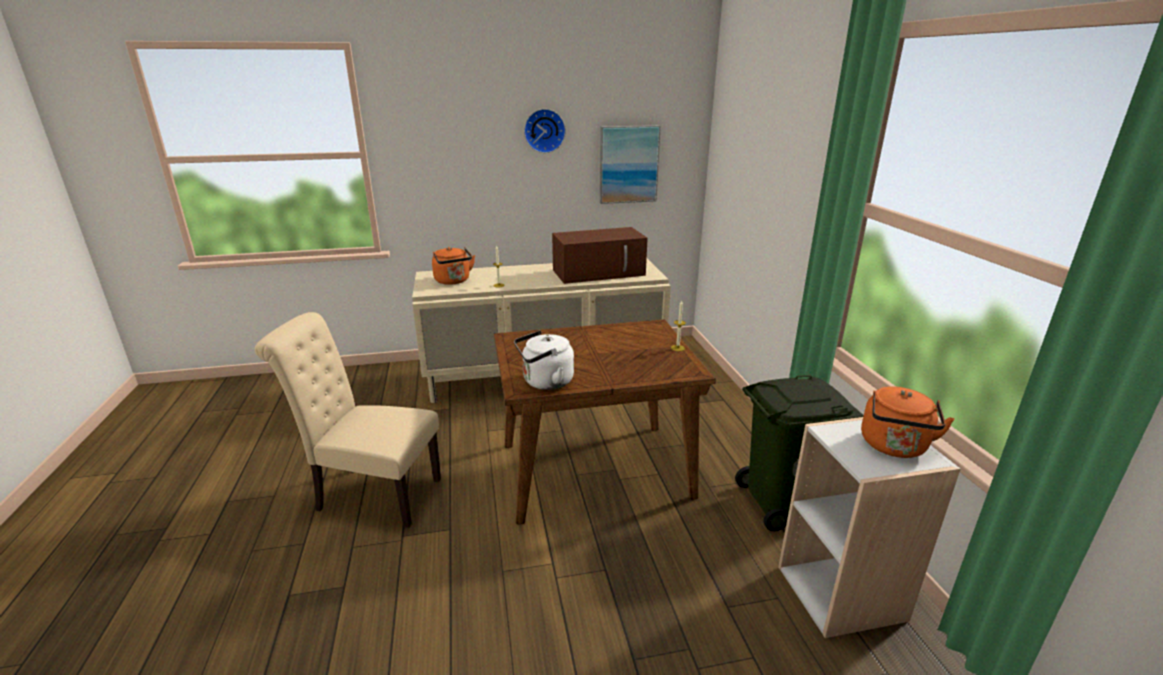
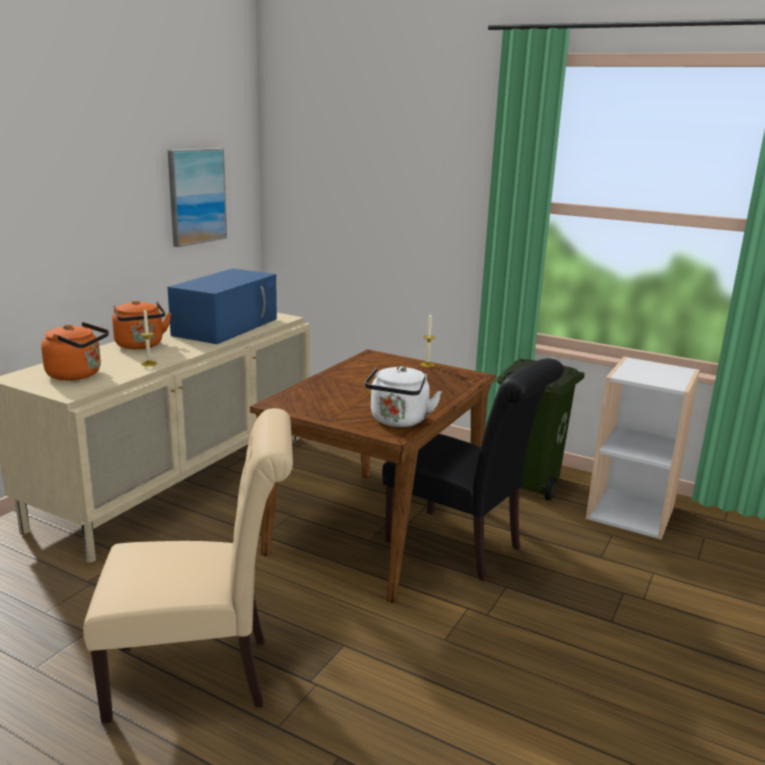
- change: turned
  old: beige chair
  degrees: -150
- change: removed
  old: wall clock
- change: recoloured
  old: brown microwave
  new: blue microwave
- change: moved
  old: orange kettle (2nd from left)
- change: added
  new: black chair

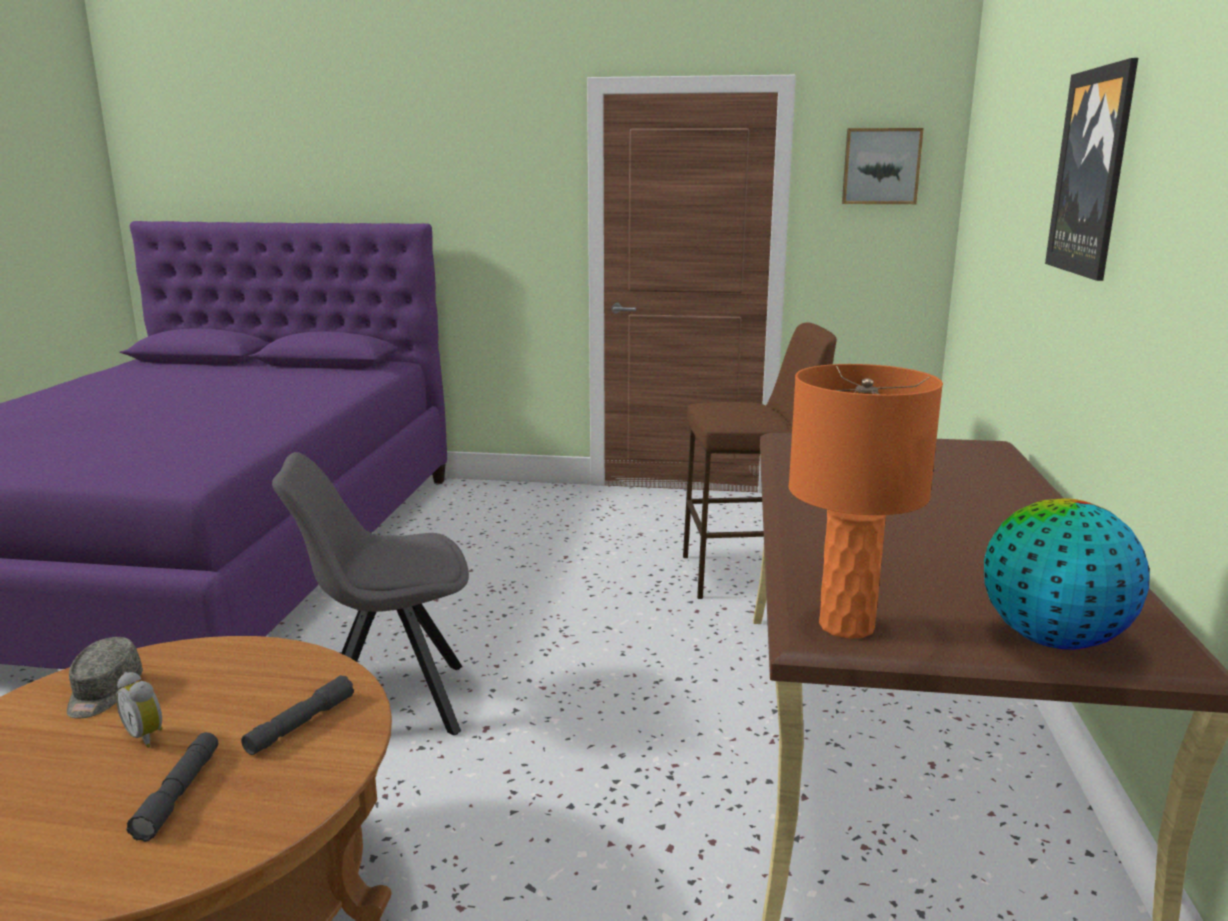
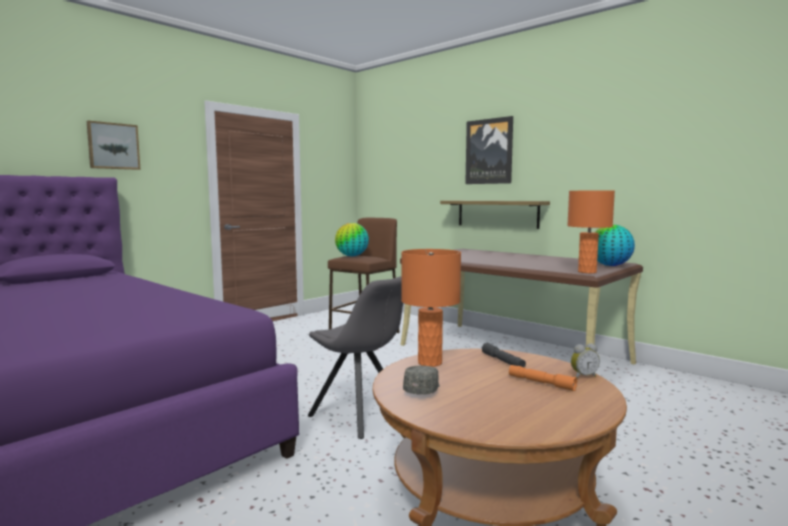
- change: turned
  old: grey cap
  degrees: -105
- change: moved
  old: alarm clock
- change: recoloured
  old: grey flashlight (1st from left)
  new: orange flashlight
- change: turned
  old: grey chair
  degrees: -75
- change: moved
  old: picture (1st from left)
- change: added
  new: globe (1st from left)
- change: added
  new: orange table lamp (1st from left)
- change: added
  new: shelf

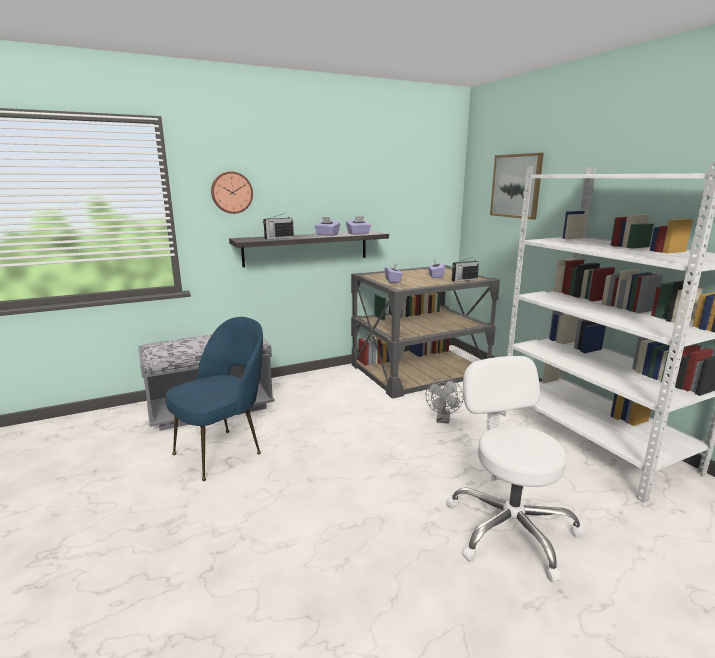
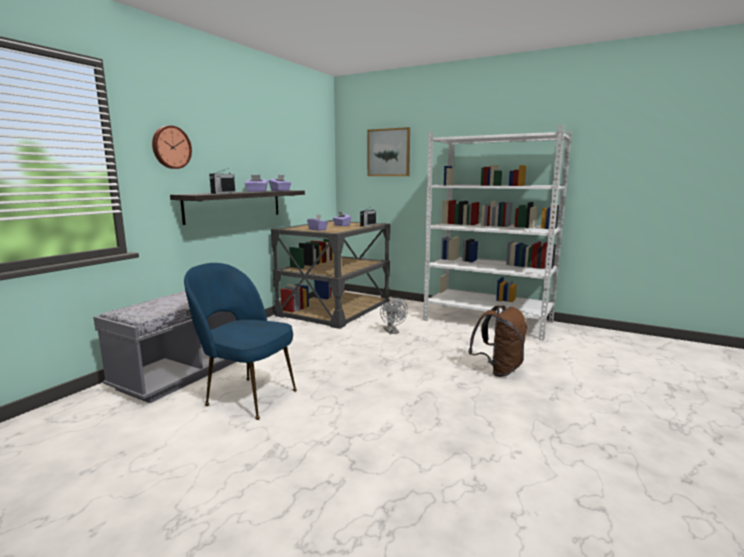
- change: turned
  old: blue chair
  degrees: -75
- change: replaced
  old: white office chair
  new: brown backpack

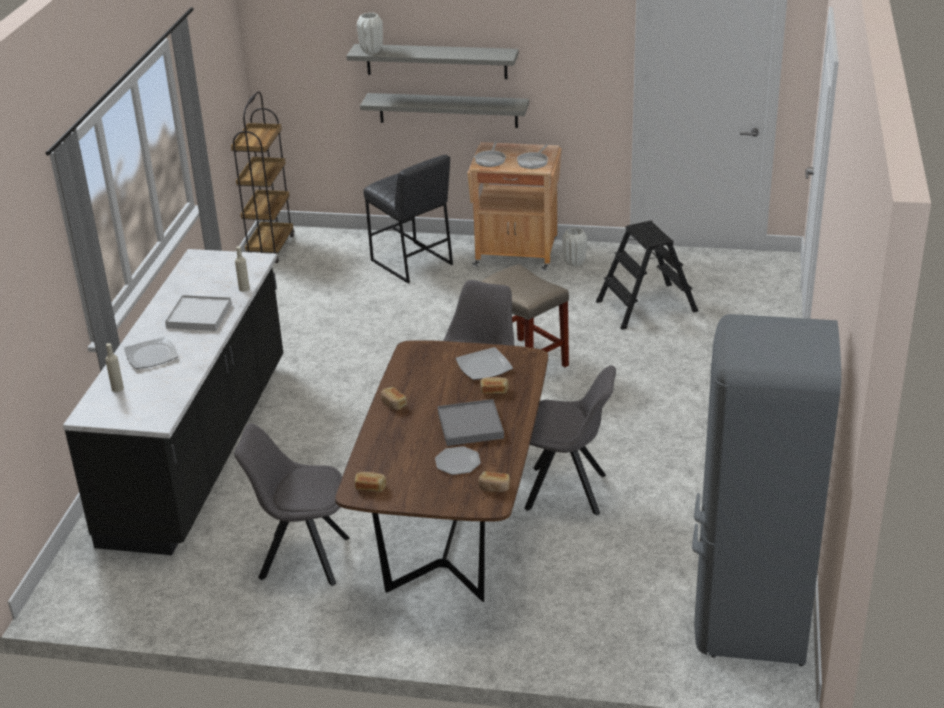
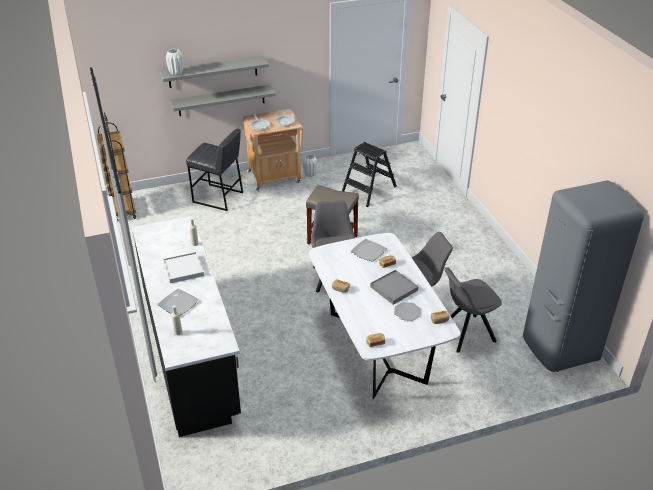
- change: moved
  old: grey chair (1st from left in the first image)
  new: grey chair (3rd from left)
- change: recoloured
  old: brown dining table
  new: white dining table

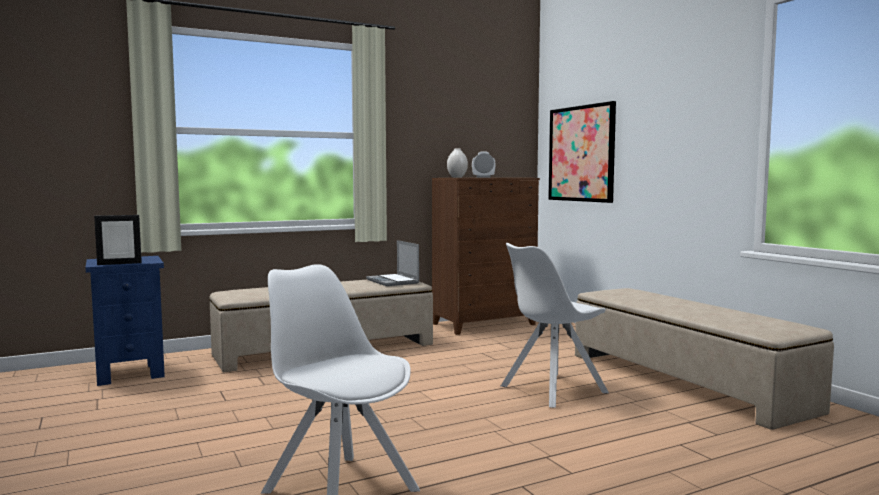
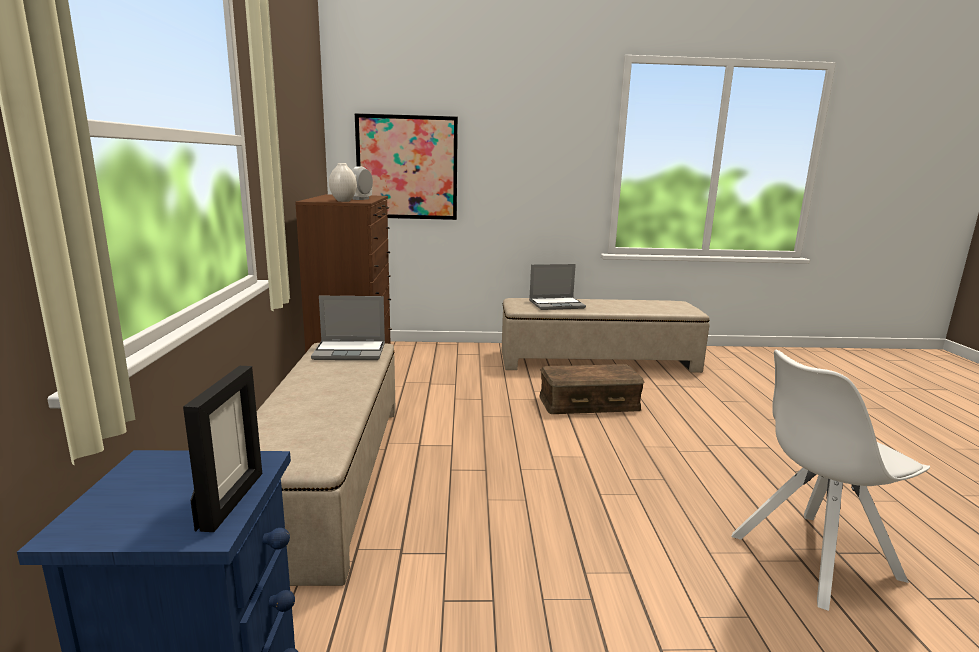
- change: replaced
  old: white chair (2nd from left)
  new: brown storage box
- change: added
  new: laptop (2nd from left)

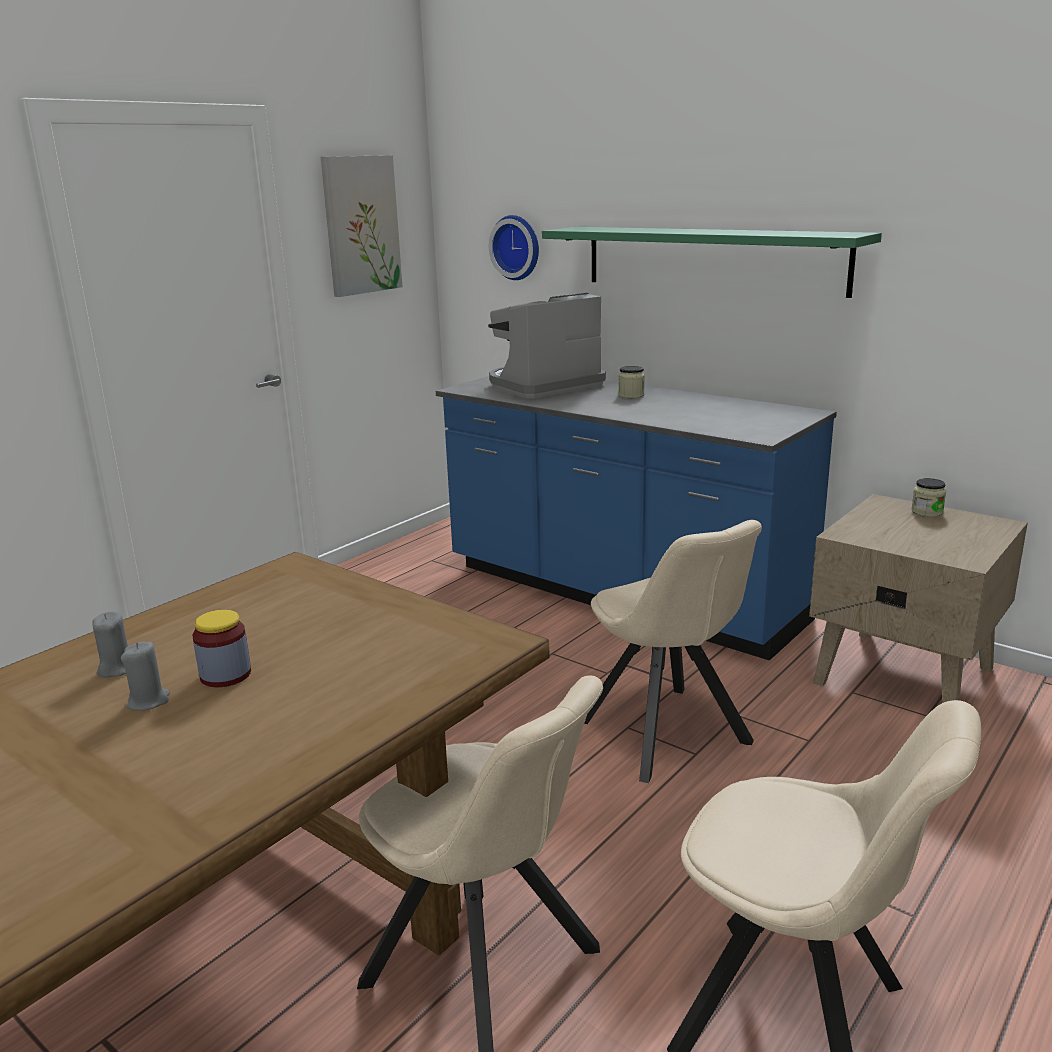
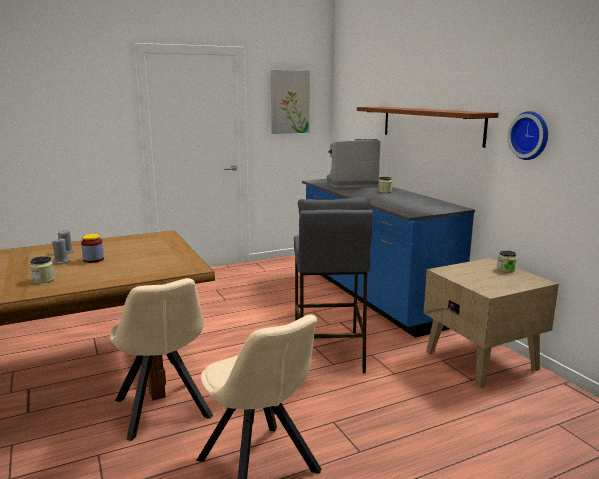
- change: moved
  old: wall clock
- change: recoloured
  old: green shelf
  new: brown shelf
- change: replaced
  old: beige chair (2nd from left)
  new: grey stool
- change: added
  new: jar (1st from left)

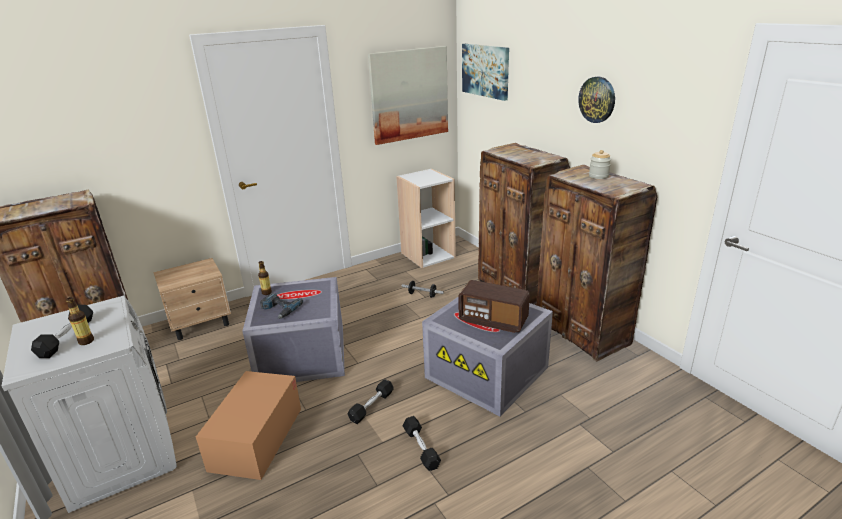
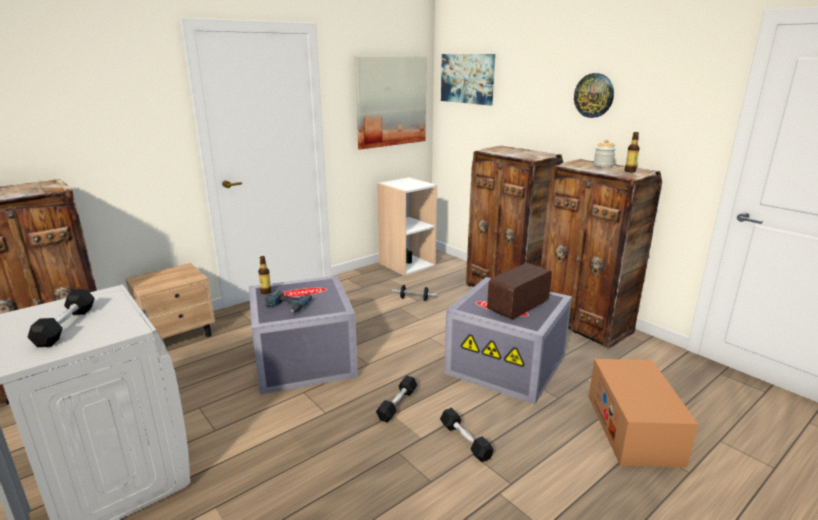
- change: moved
  old: bottle (1st from left in the first image)
  new: bottle (2nd from left)
- change: moved
  old: cardboard box
- change: turned
  old: radio
  degrees: 120

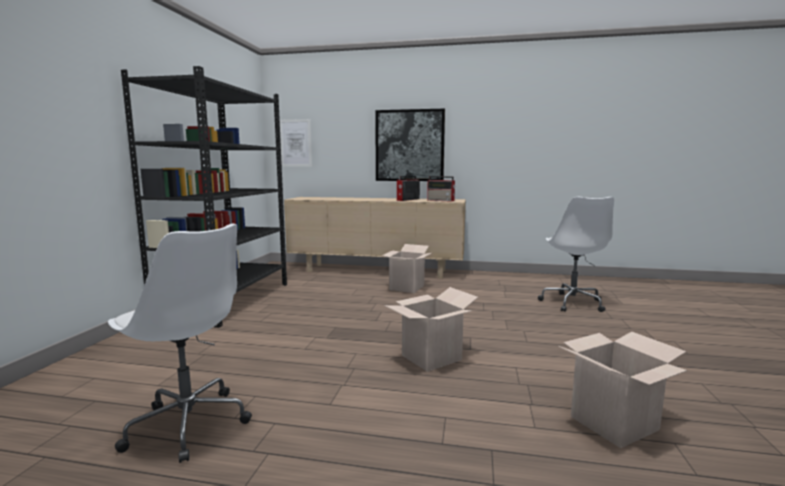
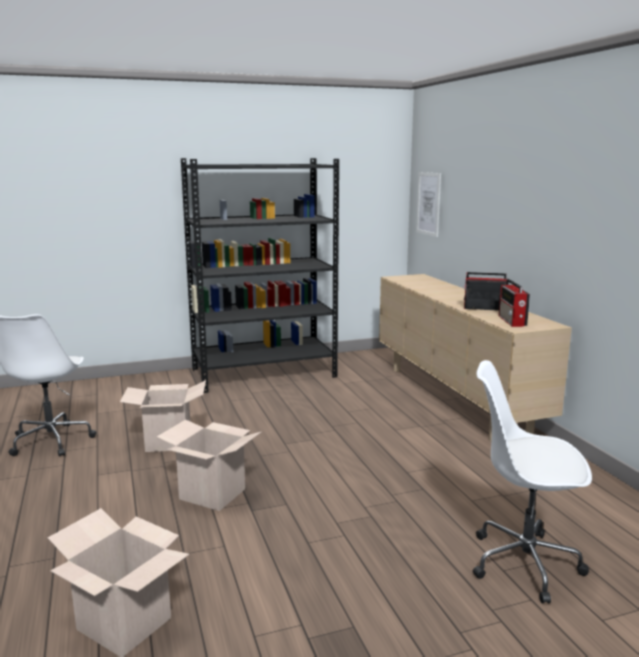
- change: removed
  old: picture (2nd from left)
- change: moved
  old: cardboard box (1st from left in the first image)
  new: cardboard box (2nd from left)
- change: turned
  old: white office chair (2nd from left)
  degrees: 45

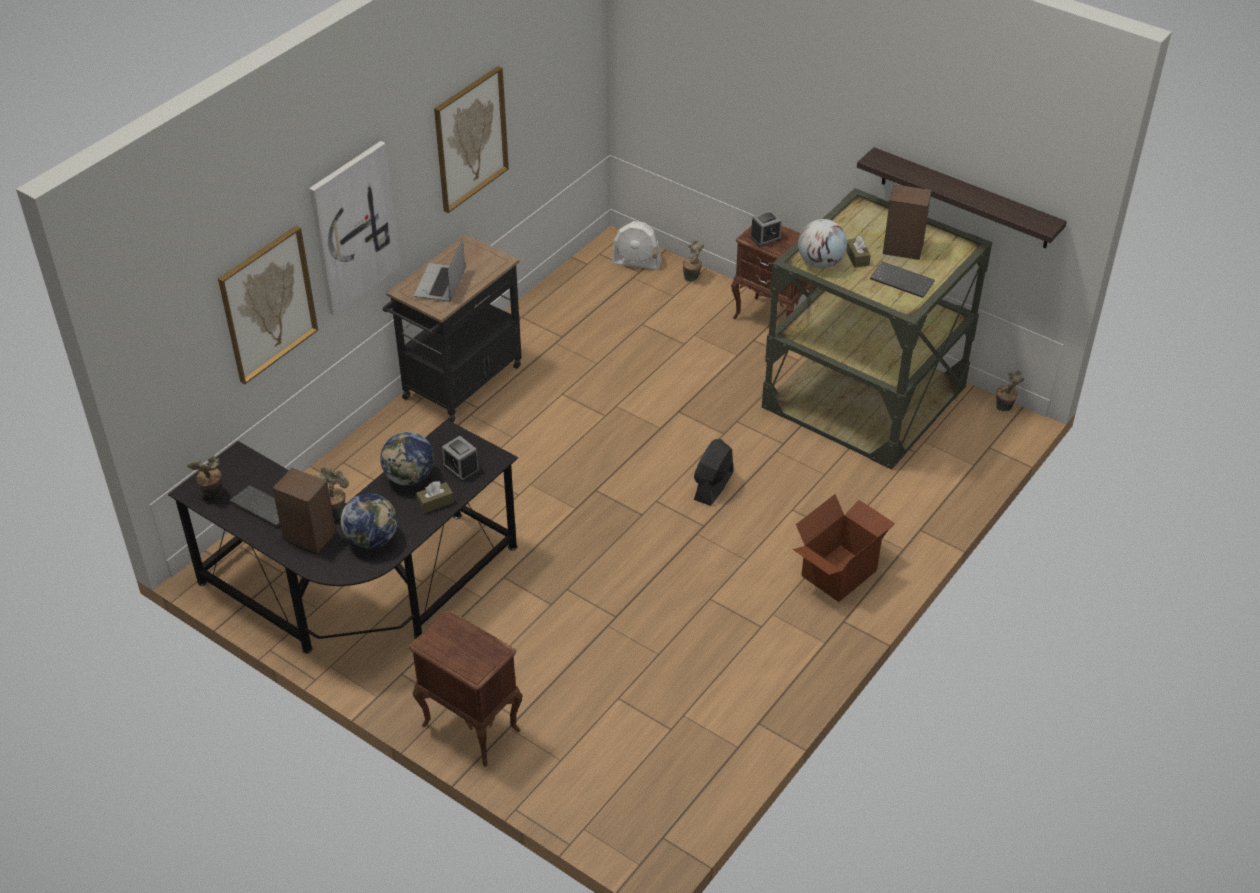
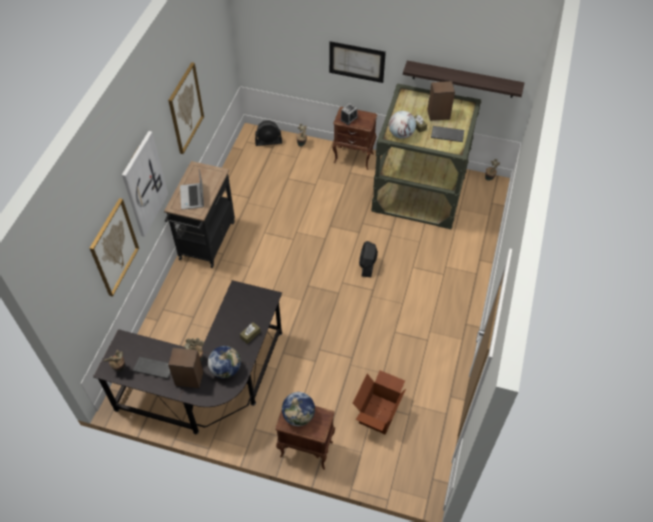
- change: moved
  old: globe (2nd from left)
- change: removed
  old: alarm clock (1st from left)
- change: recoloured
  old: white fan
  new: black fan (1st from left)
- change: moved
  old: cardboard box
- change: added
  new: picture (4th from left)

